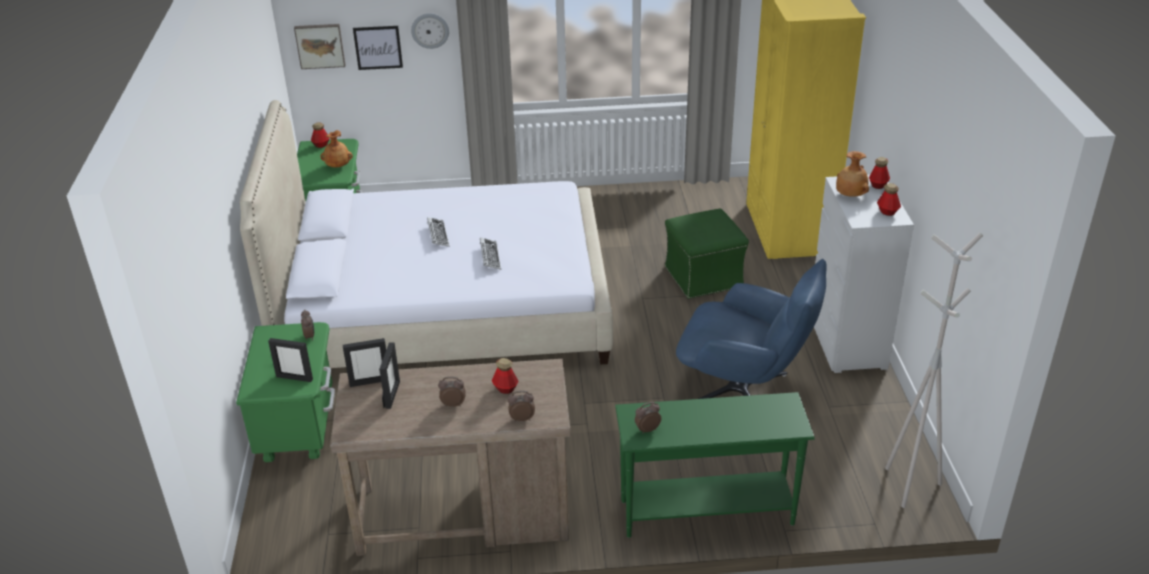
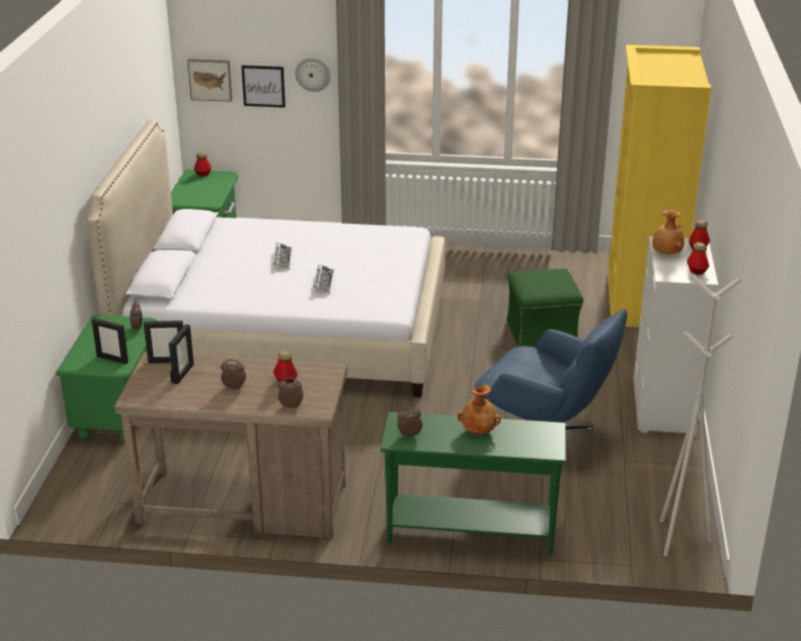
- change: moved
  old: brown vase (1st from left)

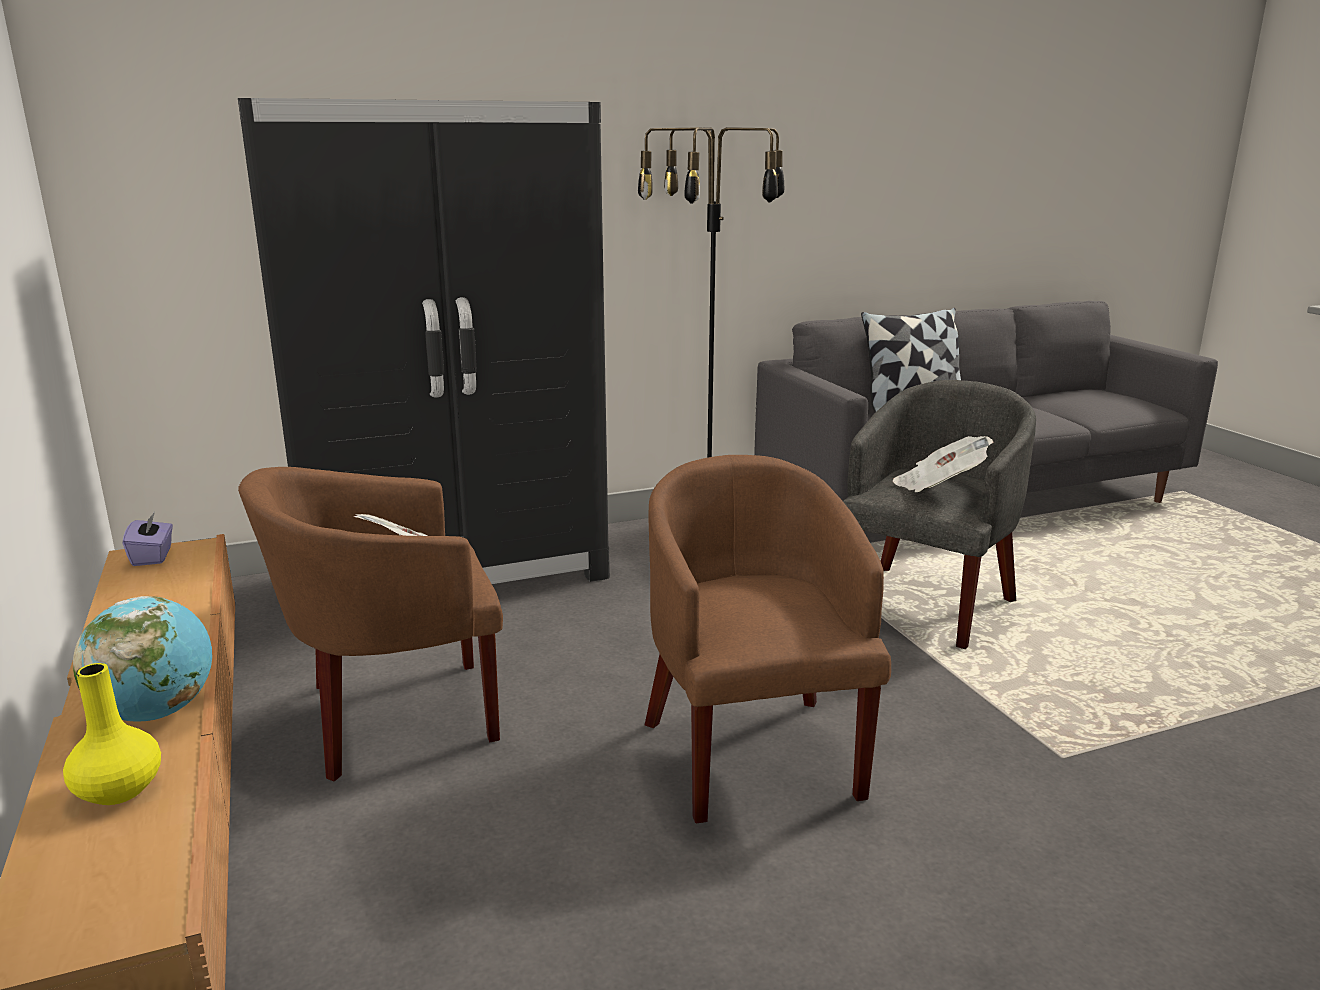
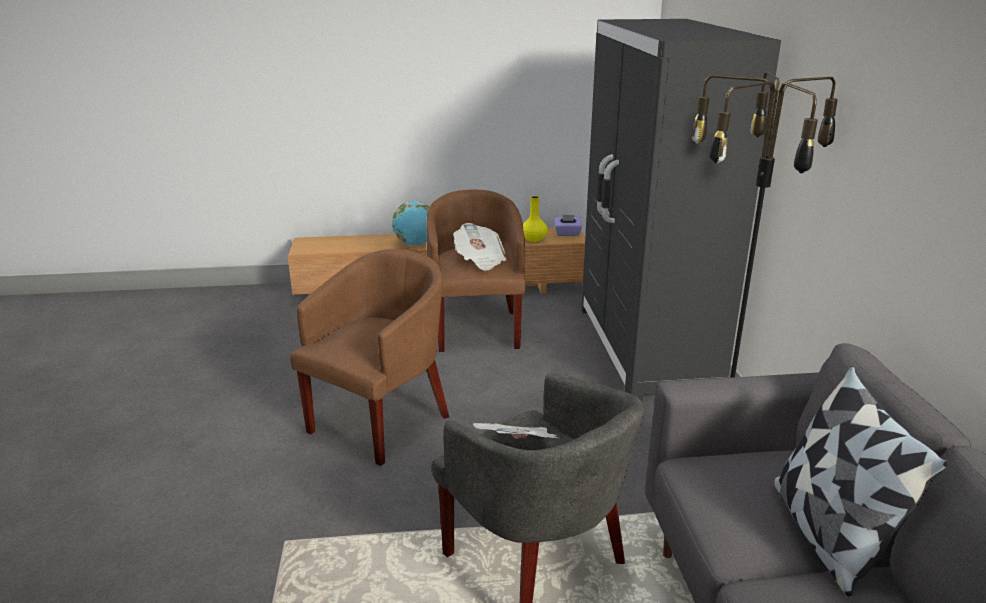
- change: moved
  old: yellow vase
- change: turned
  old: brown armchair (2nd from left in the first image)
  degrees: -60

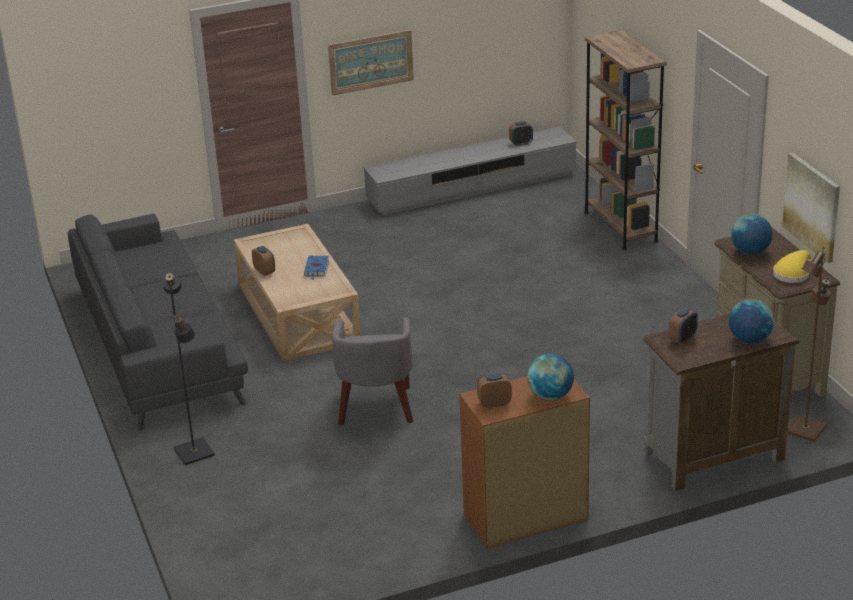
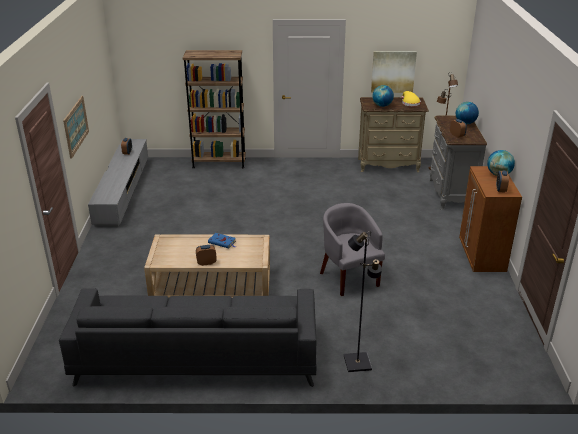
- change: turned
  old: grey armchair
  degrees: -135

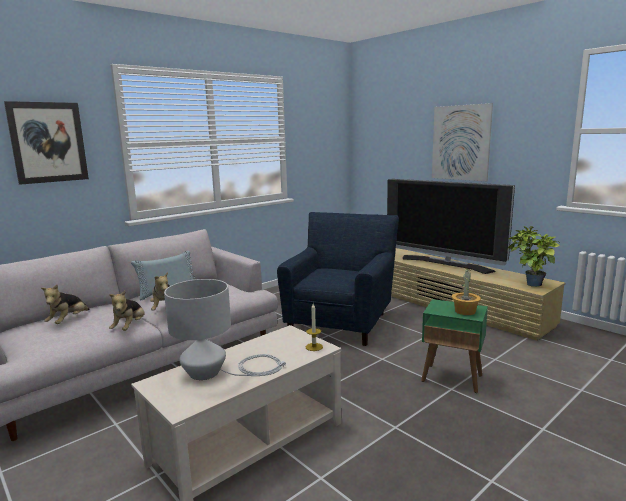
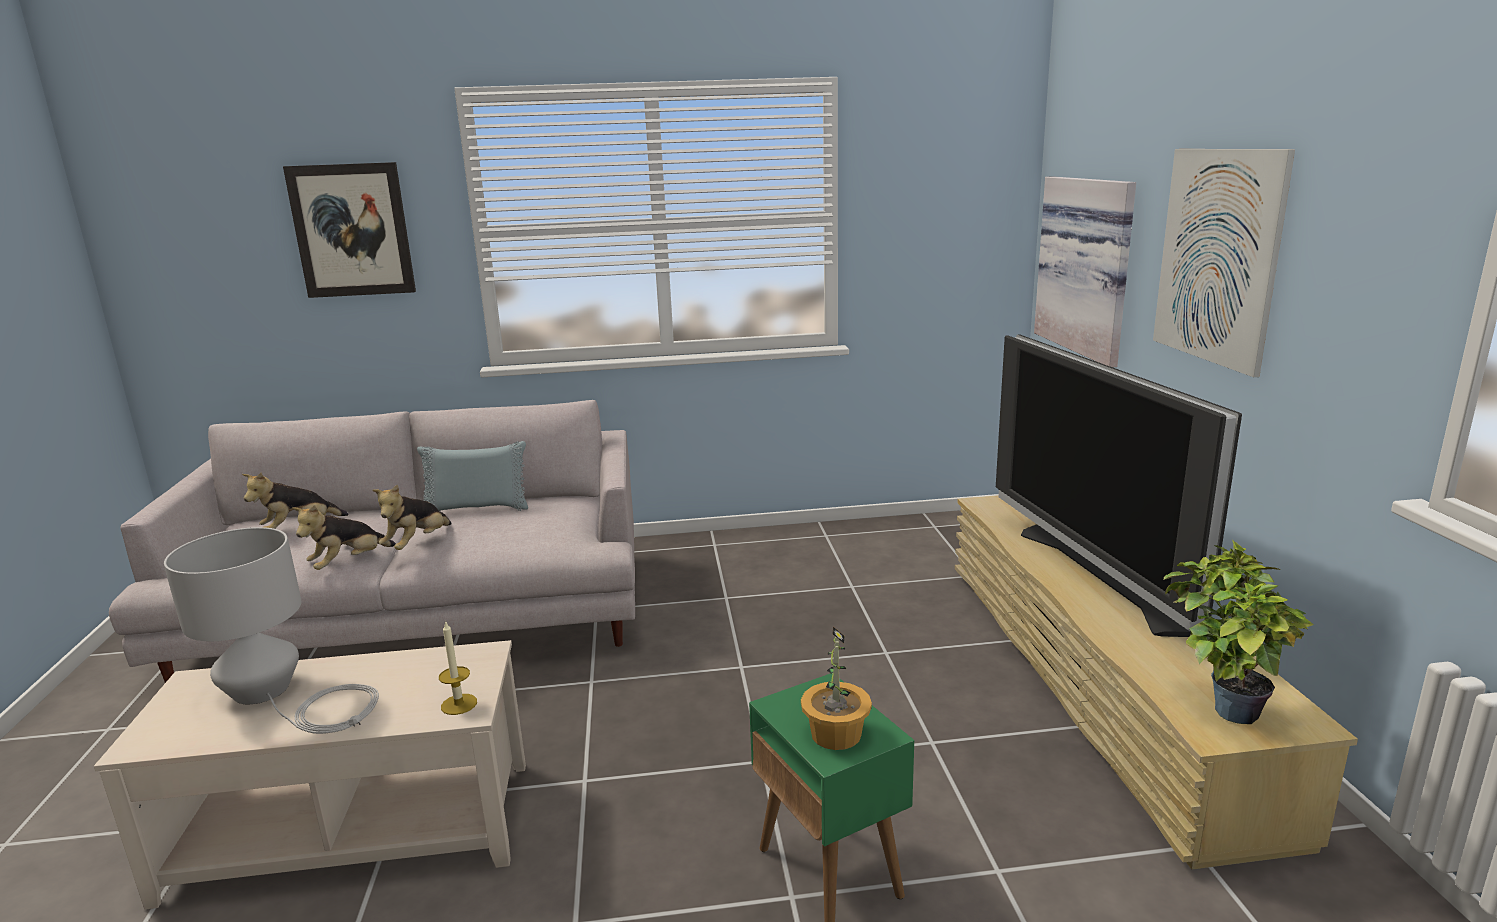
- change: removed
  old: blue armchair
- change: added
  new: picture (2nd from left)

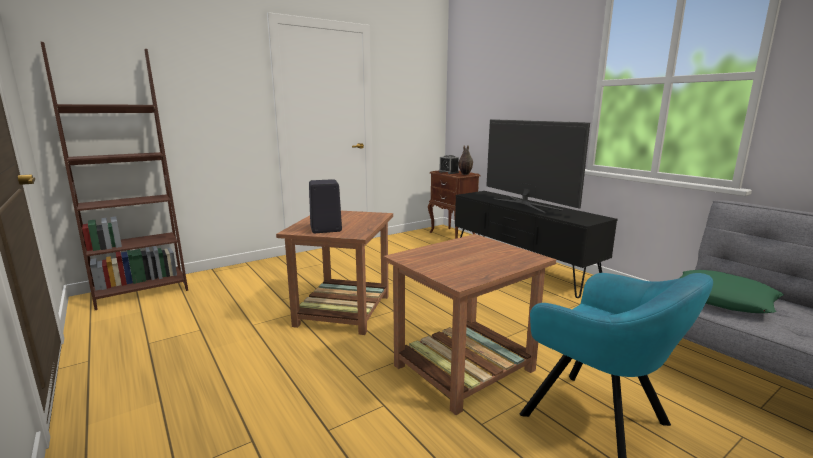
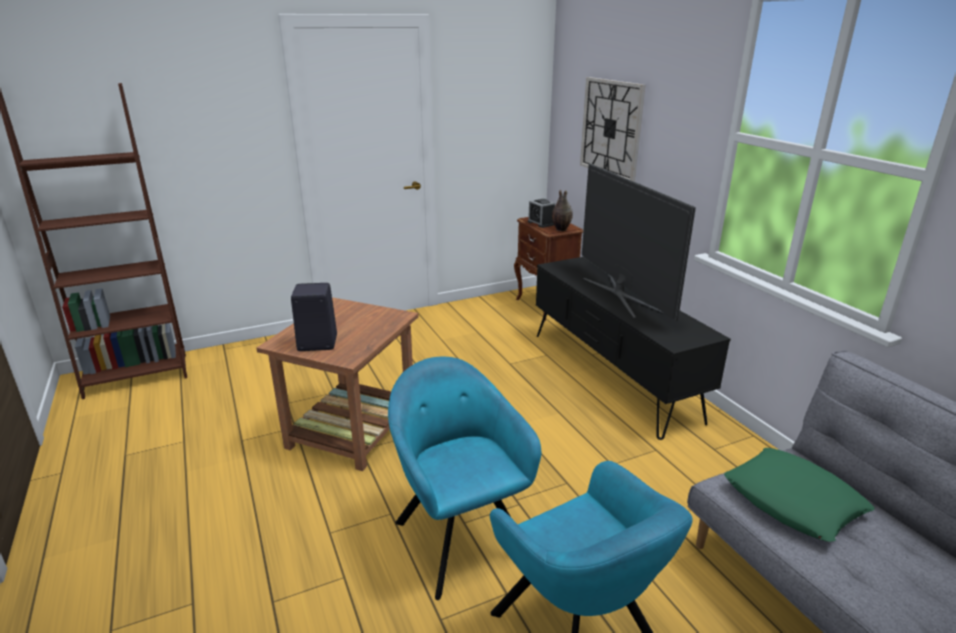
- change: replaced
  old: brown side table (2nd from left)
  new: turquoise armchair (1st from left)
- change: added
  new: wall clock

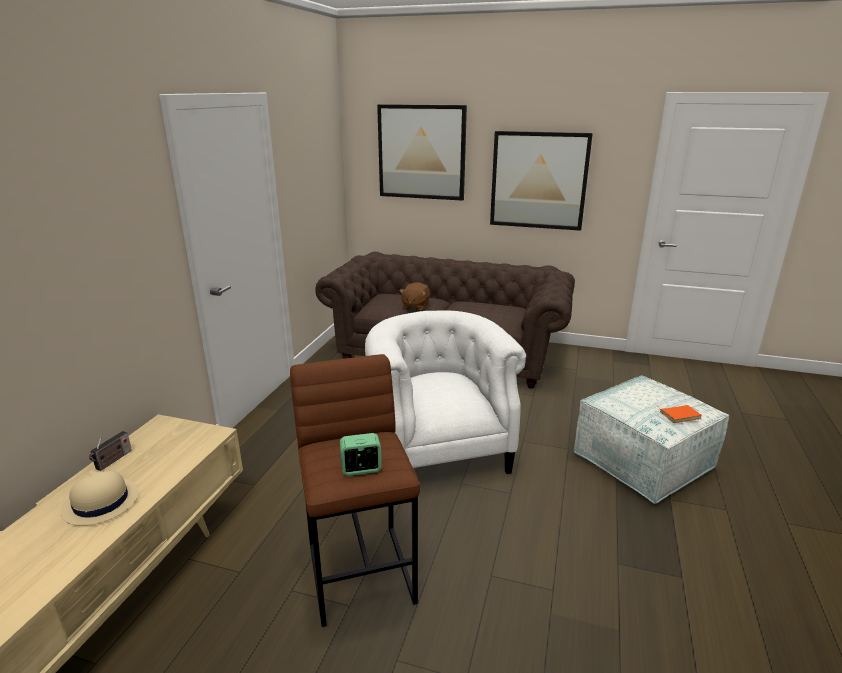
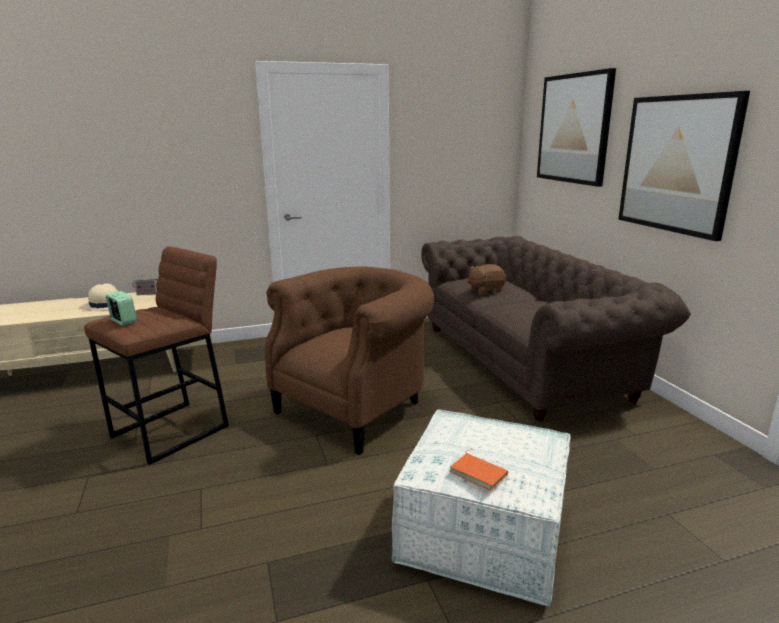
- change: recoloured
  old: white armchair
  new: brown armchair

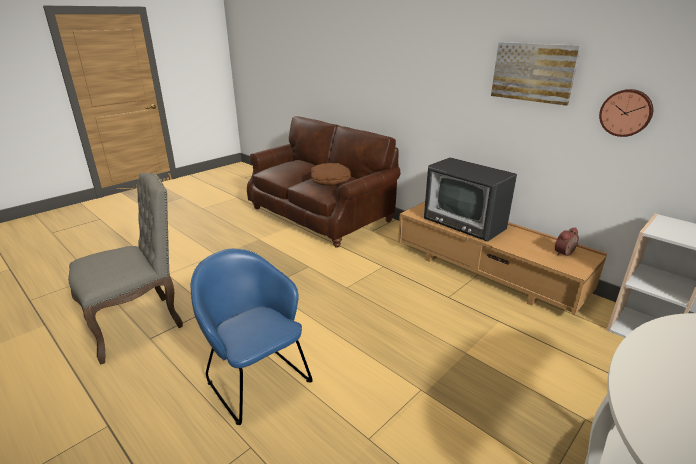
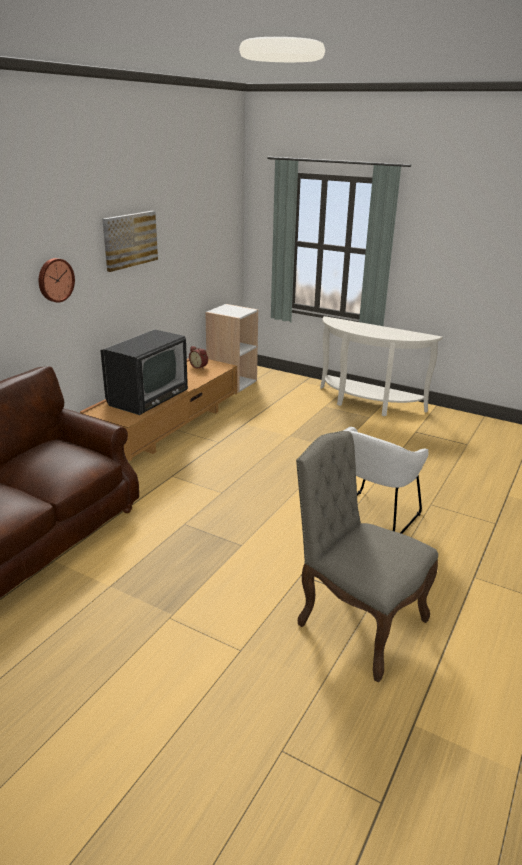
- change: recoloured
  old: blue armchair
  new: white armchair
- change: removed
  old: brown pillow
- change: moved
  old: wall clock

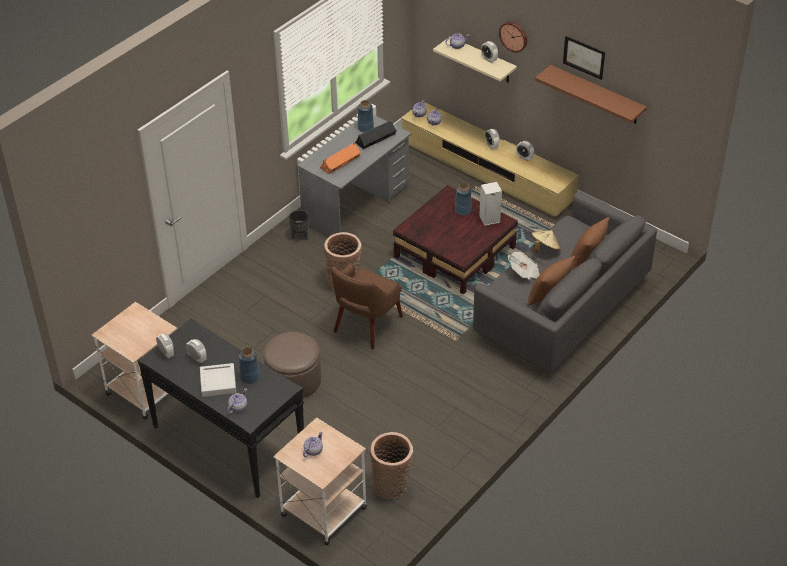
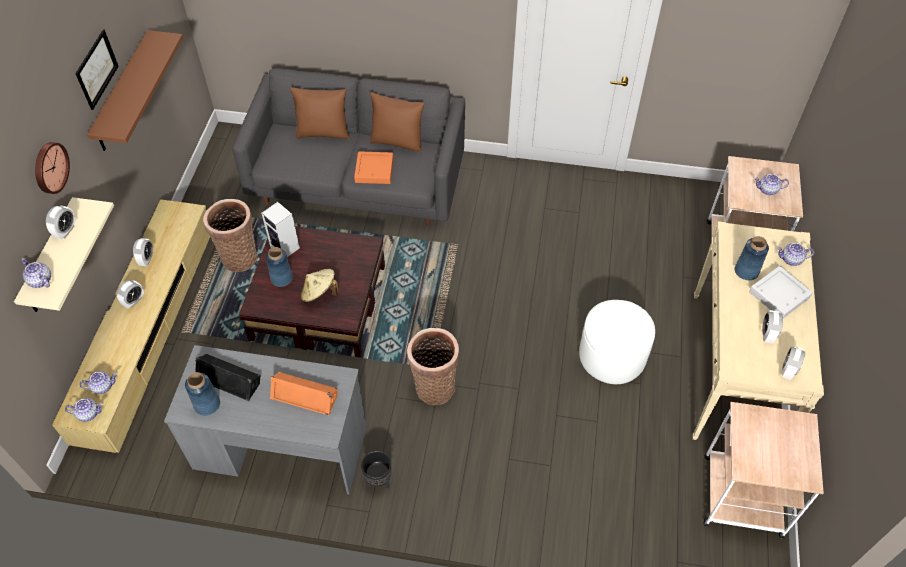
- change: recoloured
  old: black console table
  new: beige console table
- change: recoloured
  old: brown ottoman
  new: white ottoman
- change: removed
  old: brown armchair
- change: moved
  old: basket (2nd from left in the first image)
  new: basket (1st from left)
- change: replaced
  old: newspaper
  new: orange tray
- change: moved
  old: beige hat

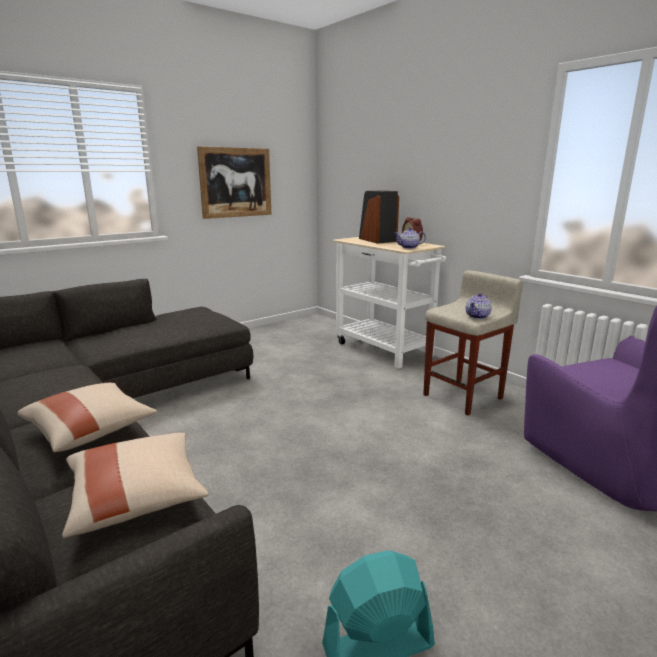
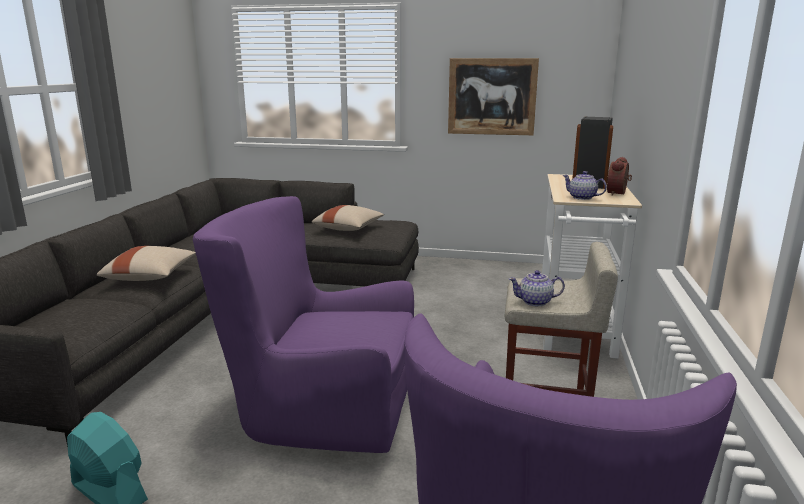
- change: moved
  old: beige pillow (2nd from left)
- change: added
  new: purple armchair (1st from left)

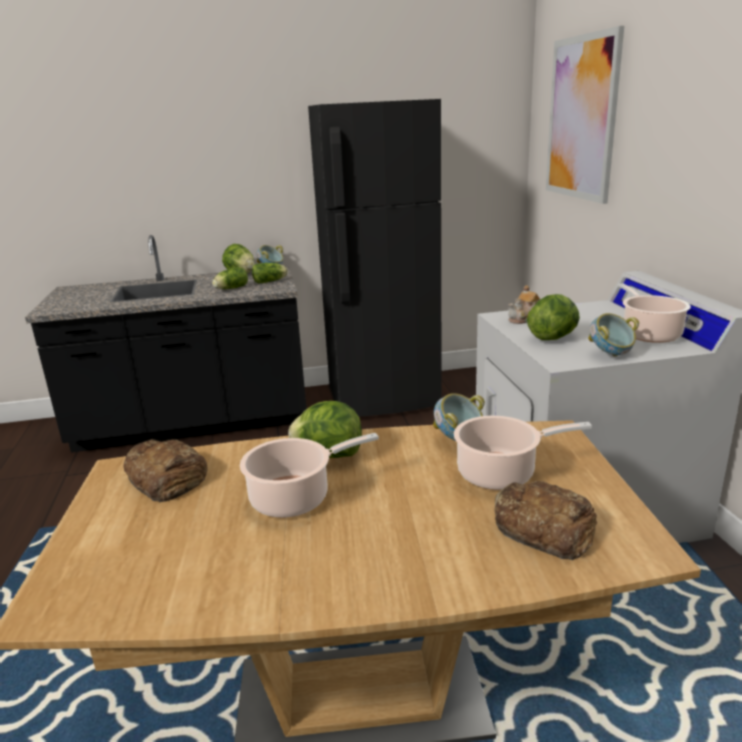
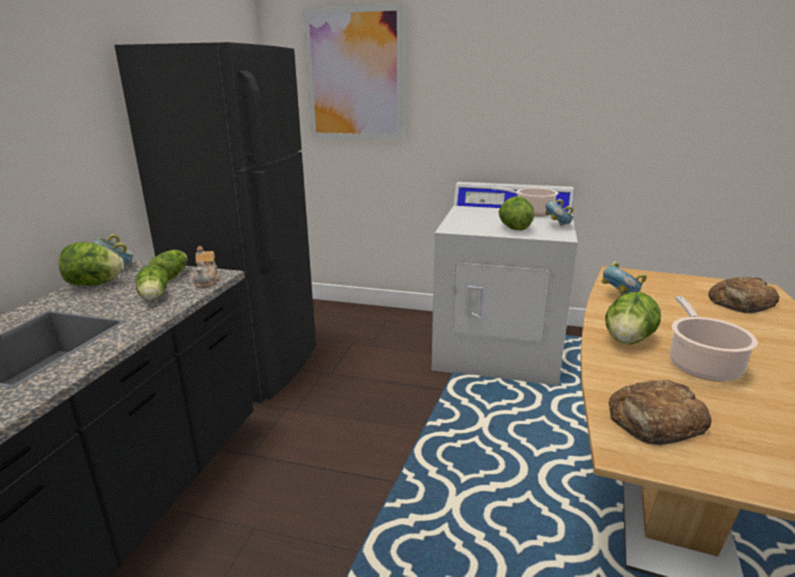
- change: removed
  old: cooking pot (2nd from left)
- change: moved
  old: teapot

